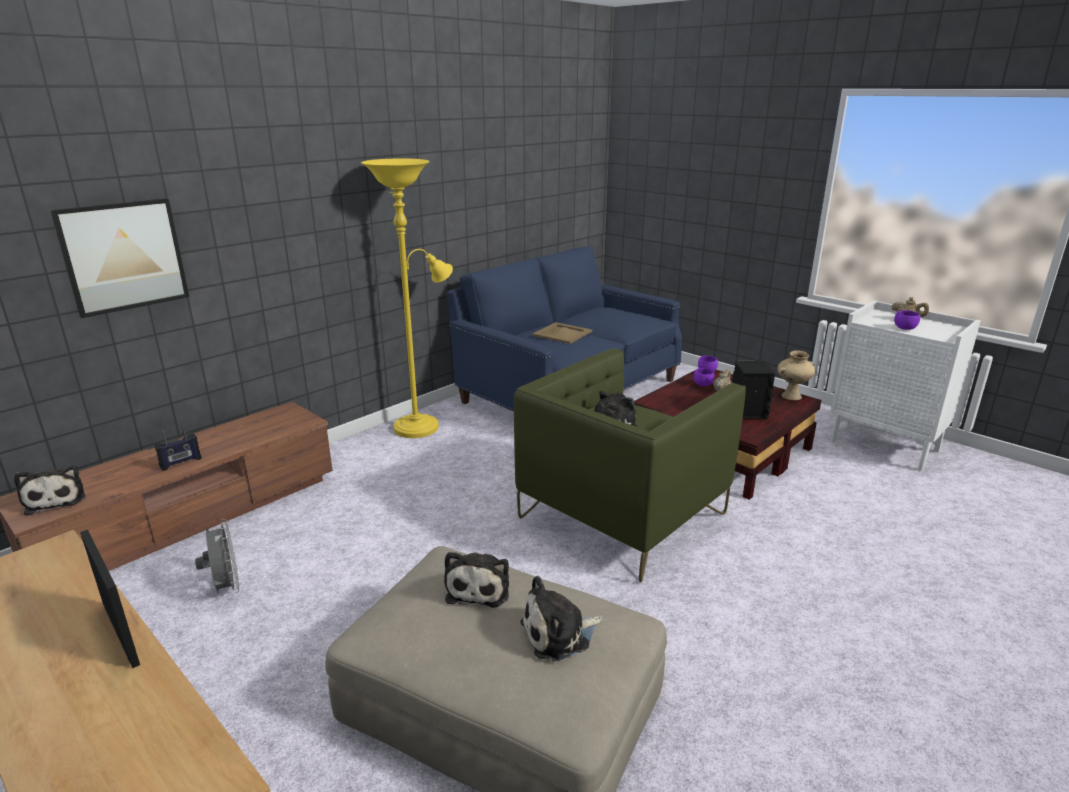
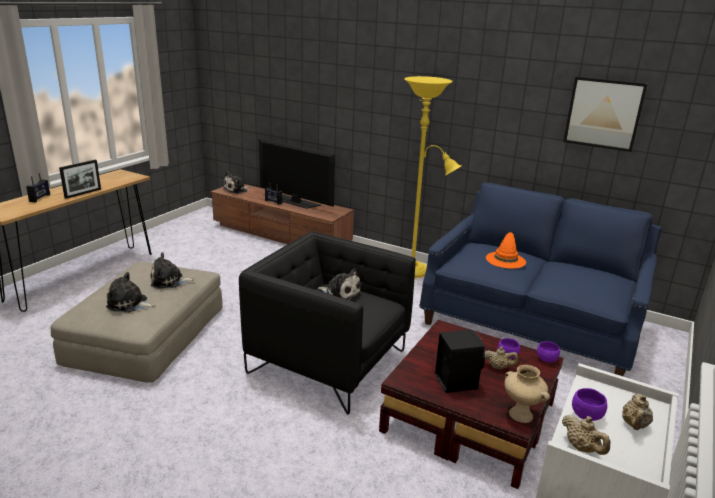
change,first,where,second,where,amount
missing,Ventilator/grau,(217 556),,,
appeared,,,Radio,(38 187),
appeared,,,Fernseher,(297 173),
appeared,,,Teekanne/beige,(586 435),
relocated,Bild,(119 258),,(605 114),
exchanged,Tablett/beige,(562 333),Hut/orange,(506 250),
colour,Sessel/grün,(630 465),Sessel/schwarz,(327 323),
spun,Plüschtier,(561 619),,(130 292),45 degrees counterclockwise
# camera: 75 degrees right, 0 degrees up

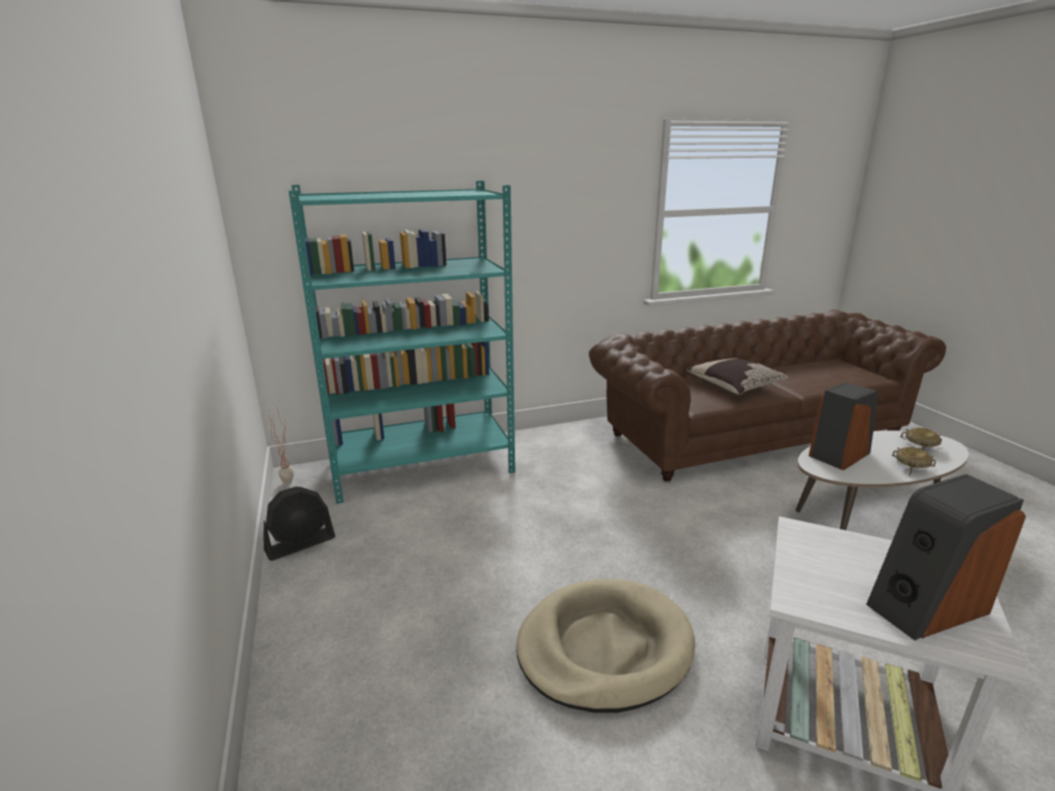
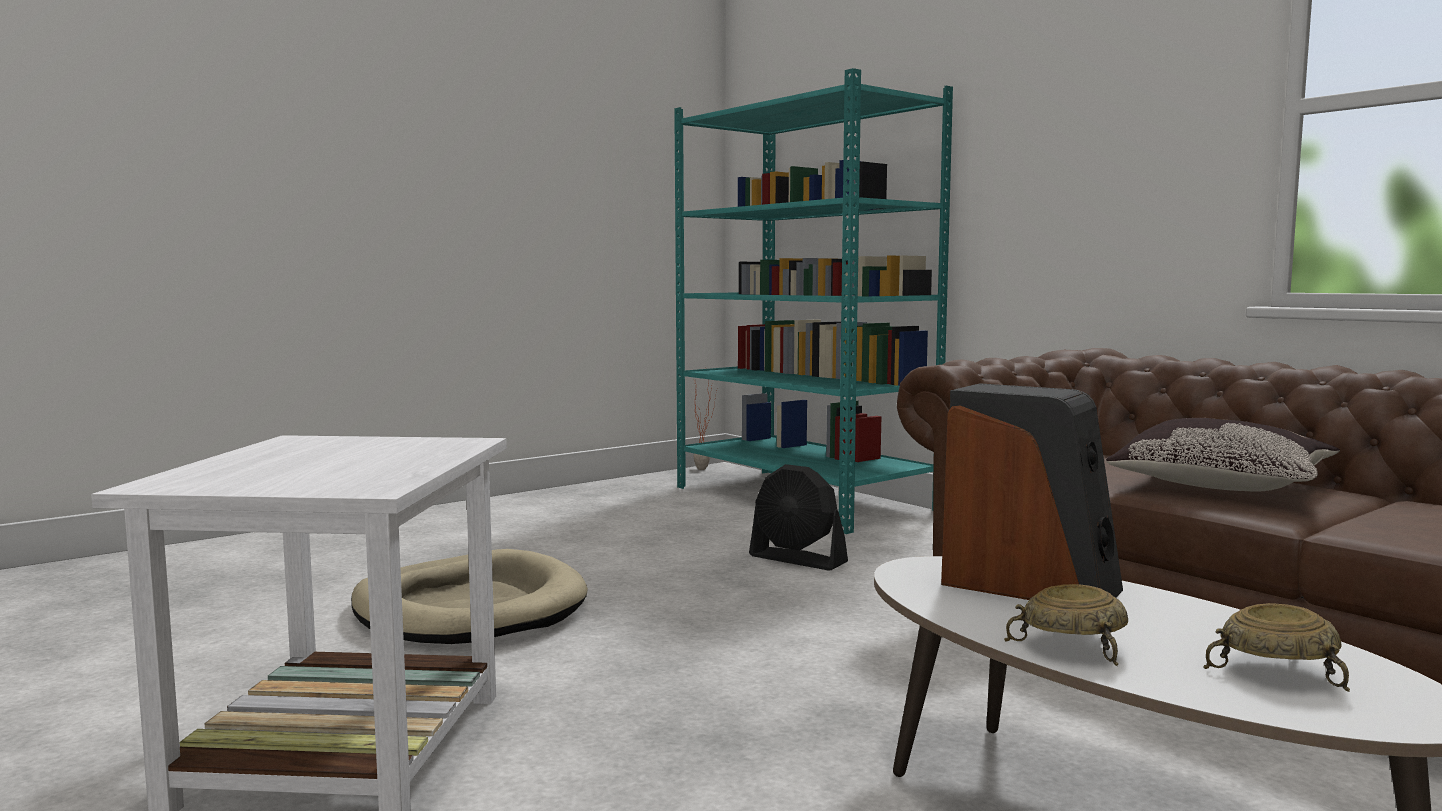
change,first,where,second,where,amount
missing,Lautsprecher,(946 557),,,
relocated,Ventilator/schwarz,(299 524),,(798 517),
# camera: 70 degrees right, 15 degrees down

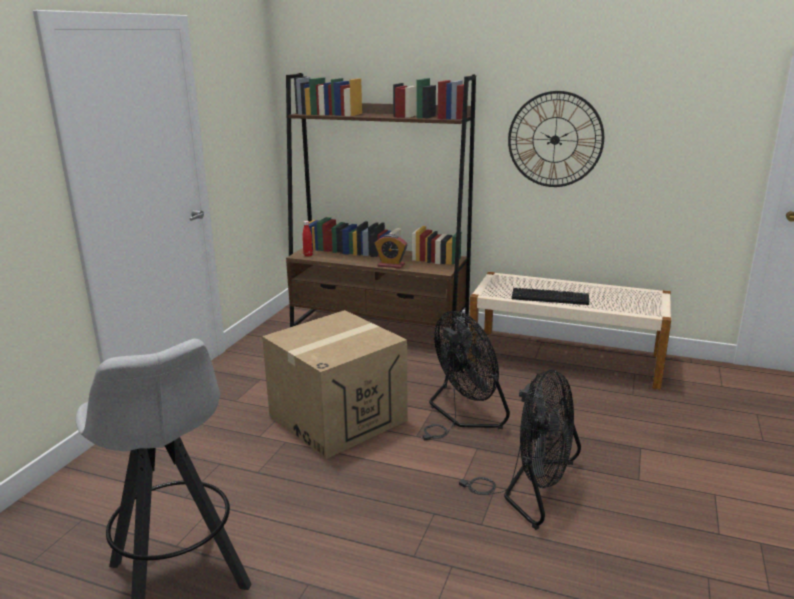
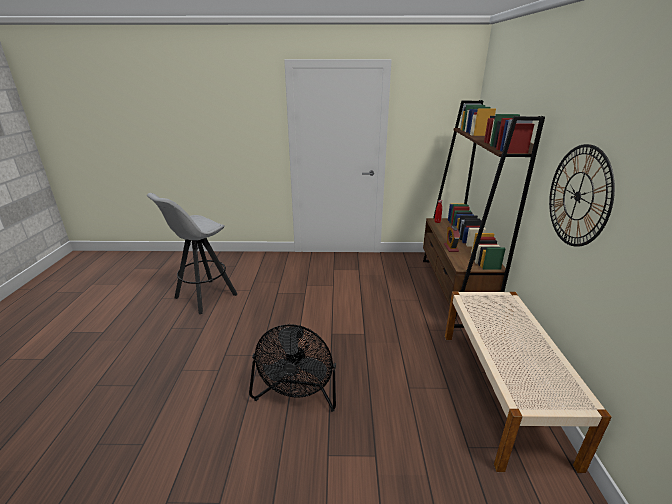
change,first,where,second,where,amount
missing,Karton,(335 384),,,
missing,Ventilator/schwarz,(466 376),,,
missing,Tastatur,(550 296),,,
# camera: 70 degrees right, 5 degrees up

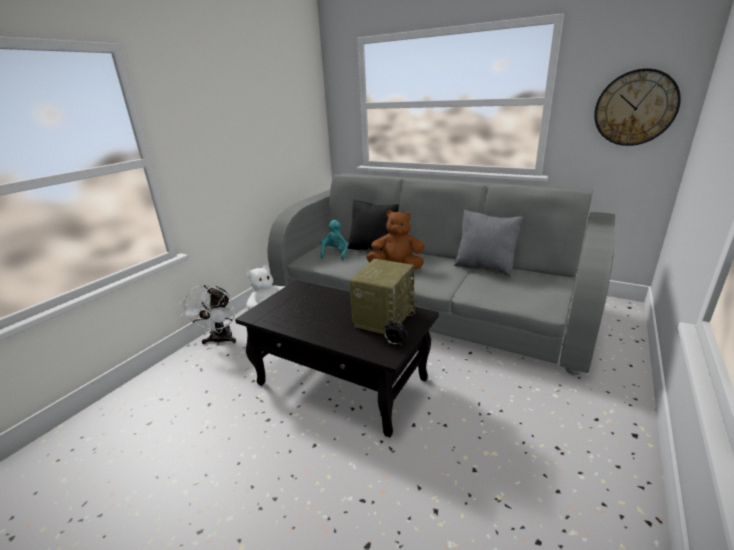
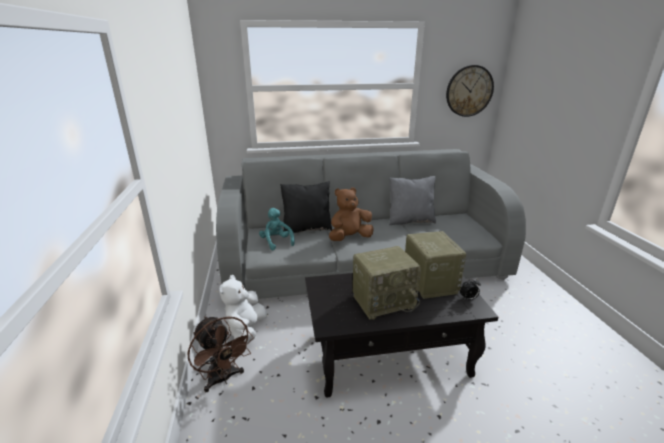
change,first,where,second,where,amount
appeared,,,Radio,(387 283),
colour,Ventilator/weiß,(208 315),Ventilator/braun,(220 354),
# camera: 40 degrees left, 0 degrees up

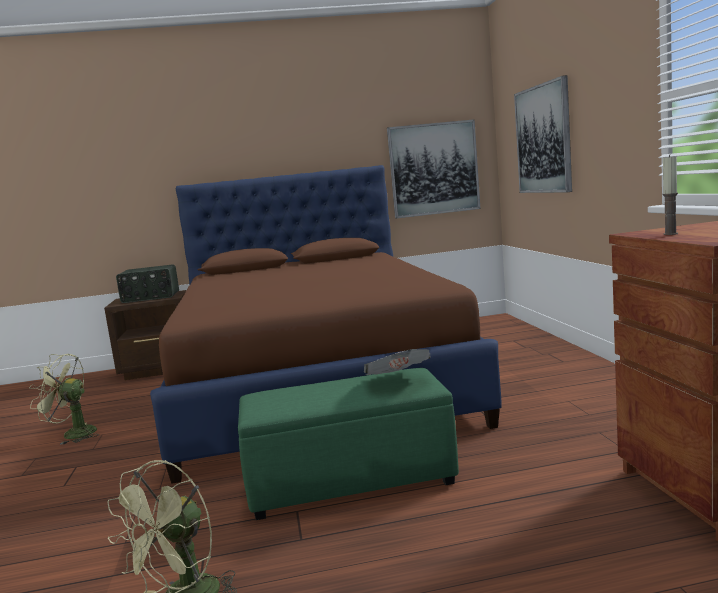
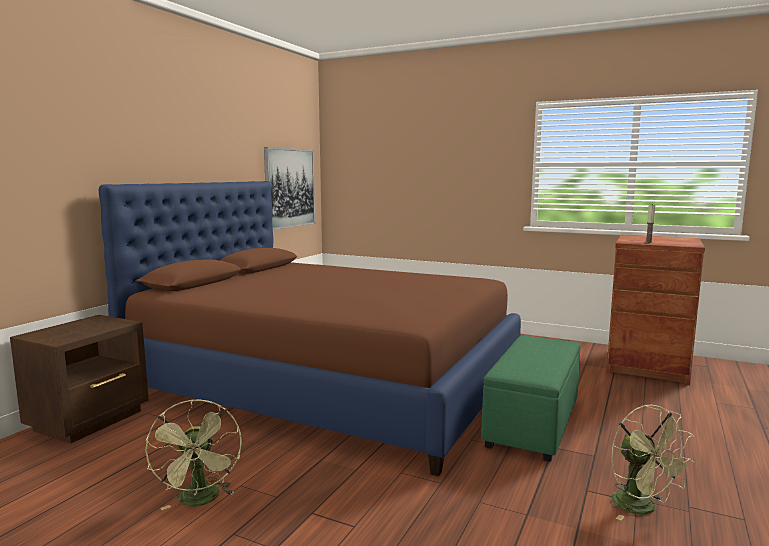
change,first,where,second,where,amount
missing,Radio,(147 284),,,
missing,Zeitung,(397 362),,,
missing,Bild,(543 134),,,
spun,Ventilator/grün,(64 399),,(193 454),60 degrees counterclockwise
# camera: 55 degrees left, 0 degrees up

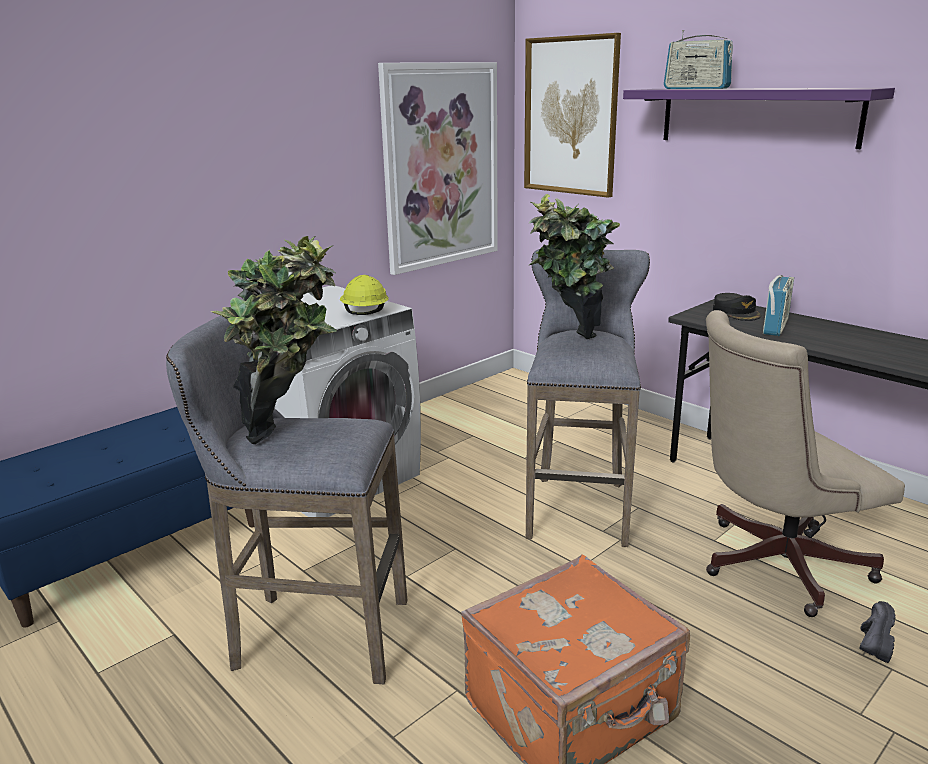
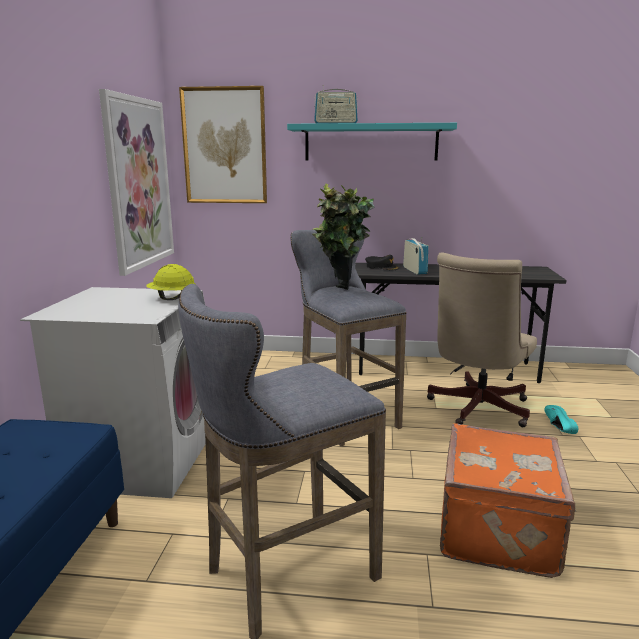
change,first,where,second,where,amount
missing,Topfpflanze,(273 340),,,
colour,Wandregal/lila,(759 118),Wandregal/türkis,(372 142),
colour,Schuh/schwarz,(877 632),Schuh/türkis,(561 419),
# camera: 40 degrees left, 5 degrees down

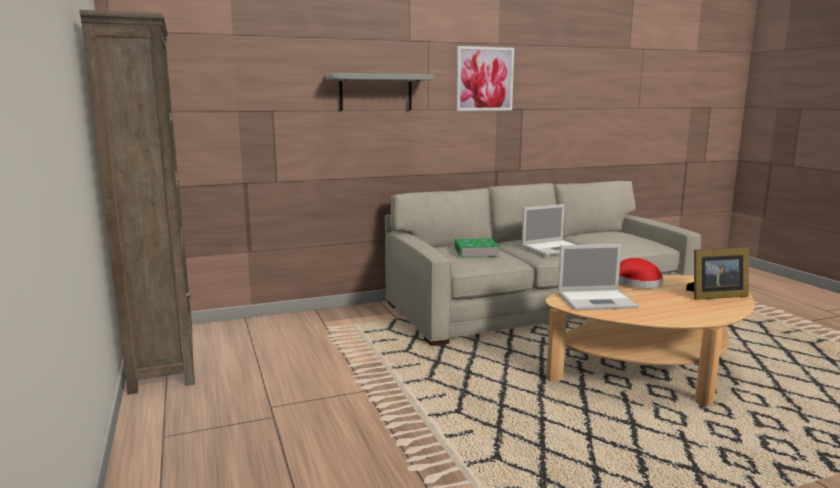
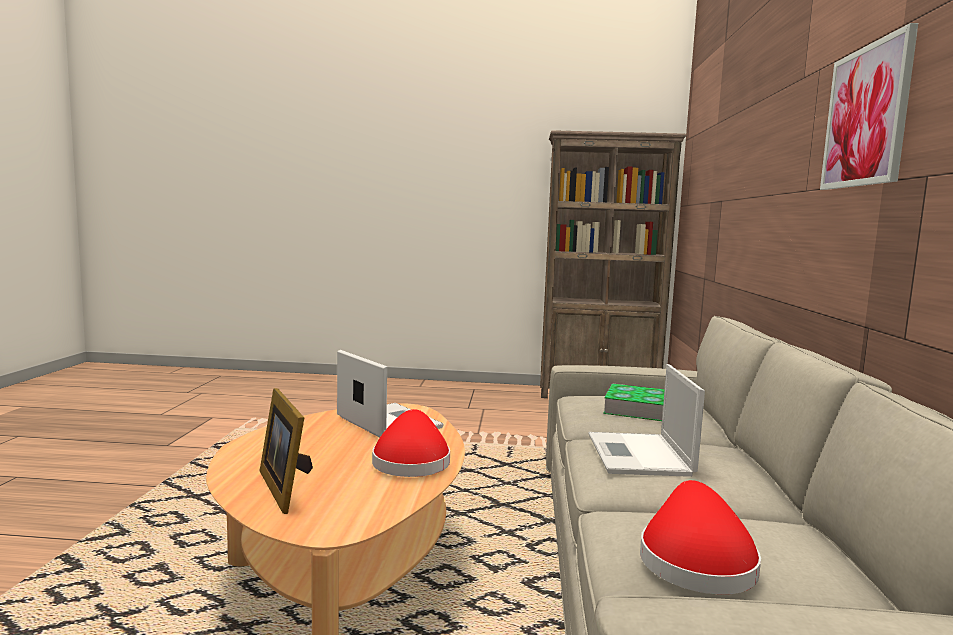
change,first,where,second,where,amount
missing,Wandregal/grau,(380 91),,,
appeared,,,Hut/rot,(700 537),
spun,Laptop,(598 277),,(390 394),120 degrees clockwise
spun,Bilderrahmen,(717 273),,(286 451),45 degrees counterclockwise
# camera: 115 degrees right, 5 degrees down

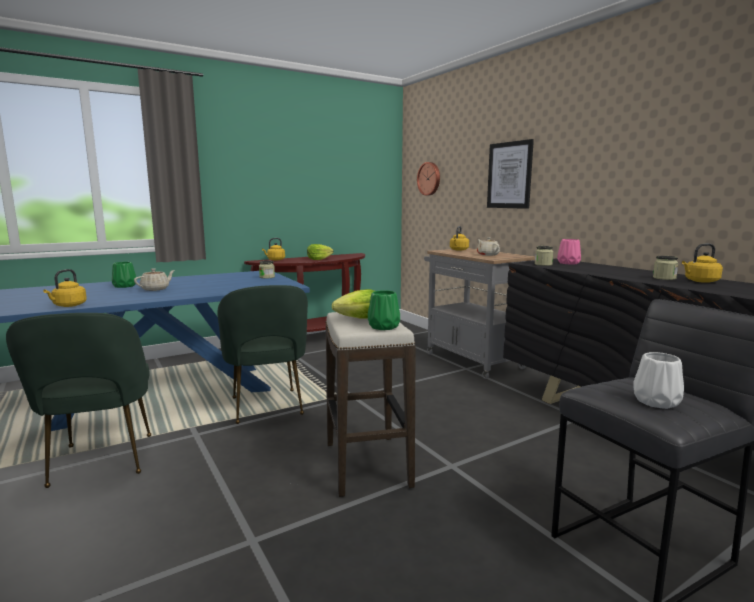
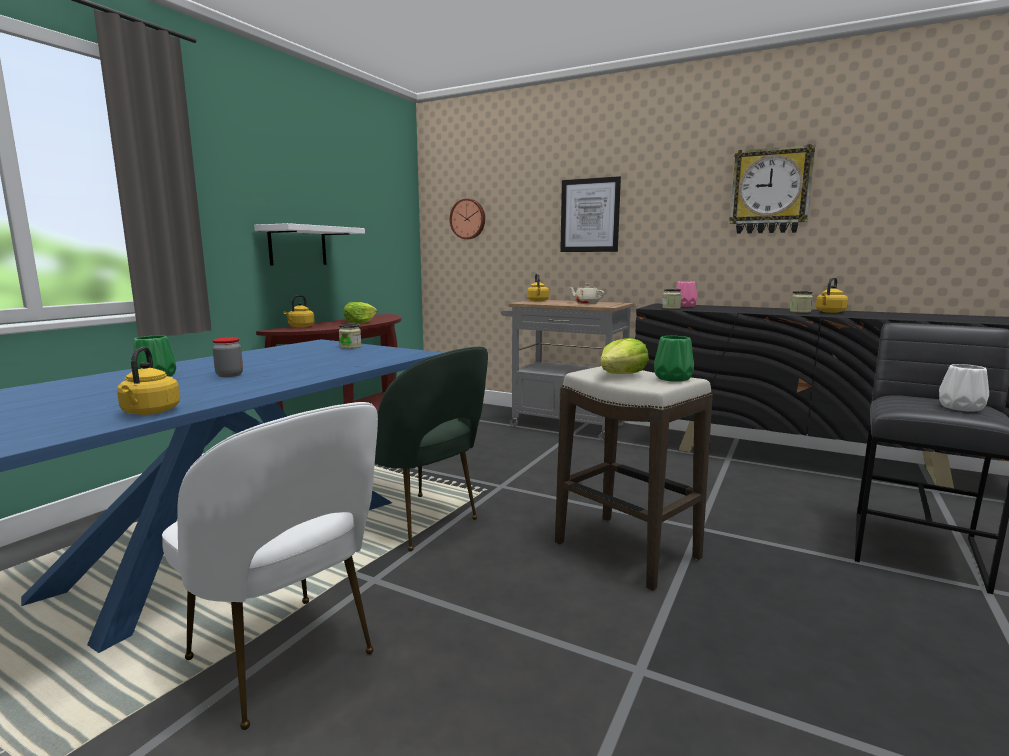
change,first,where,second,where,amount
appeared,,,Wandregal/weiß,(309 244),
appeared,,,Wanduhr,(772 189),
exchanged,Teekanne/beige,(154 279),Vorratsglas,(227 357),
colour,Stuhl/grün,(78 400),Stuhl/weiß,(270 566),
# camera: 30 degrees left, 0 degrees up

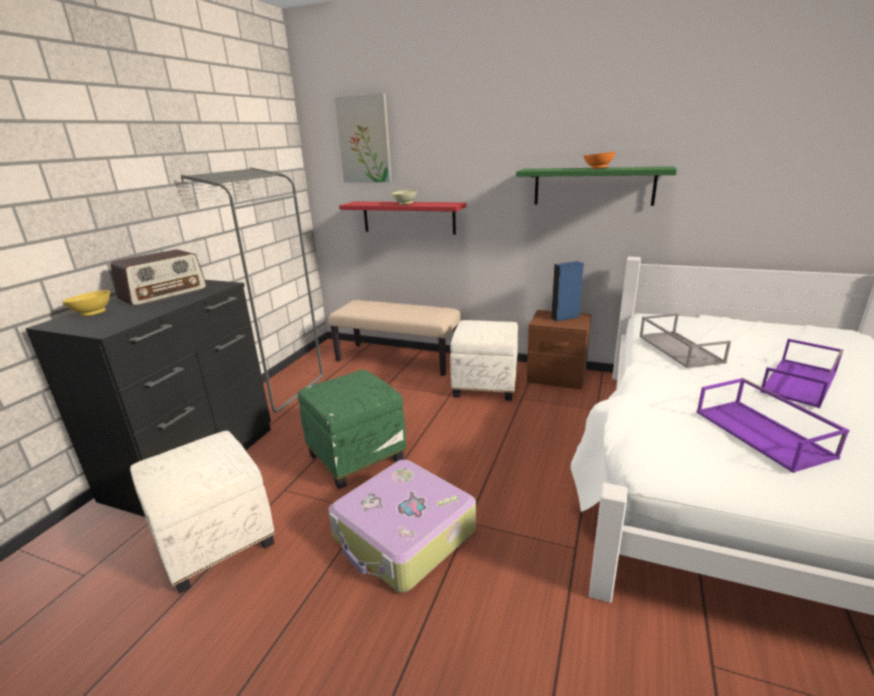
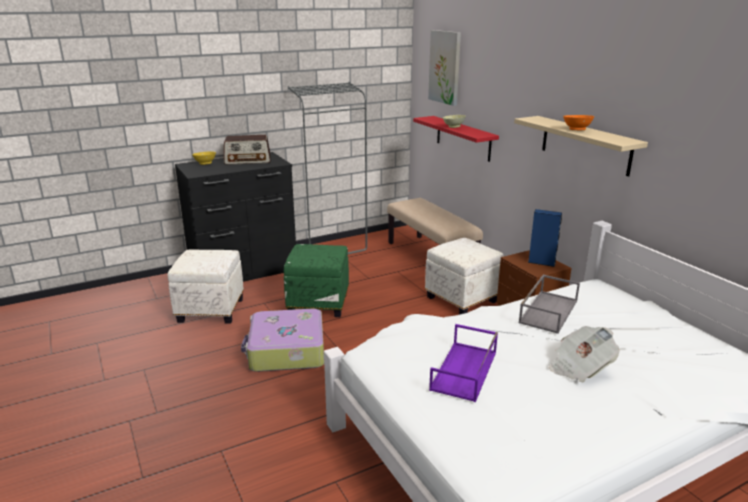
change,first,where,second,where,amount
exchanged,Tablett/lila,(801 373),Zeitung,(584 354),
colour,Wandregal/grün,(596 186),Wandregal/beige,(581 146),
# camera: 40 degrees right, 0 degrees up

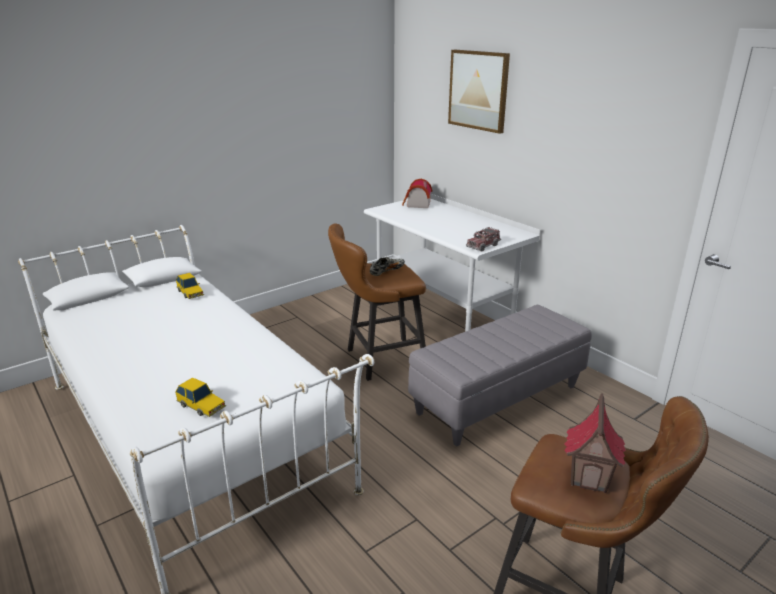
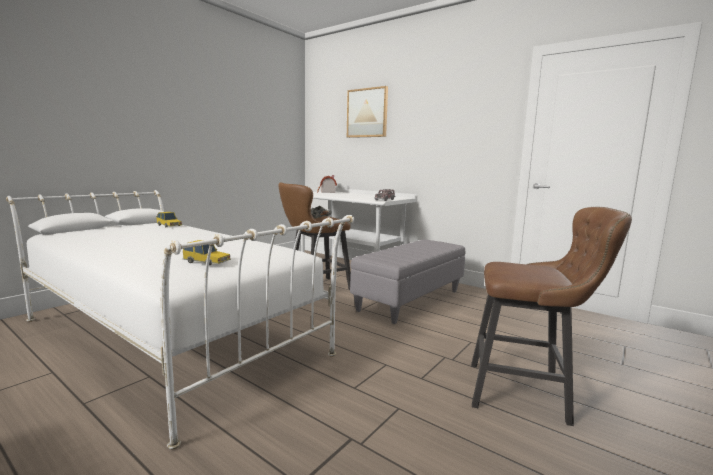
change,first,where,second,where,amount
missing,Spielzeughaus,(595 443),,,
# camera: 15 degrees left, 15 degrees down

